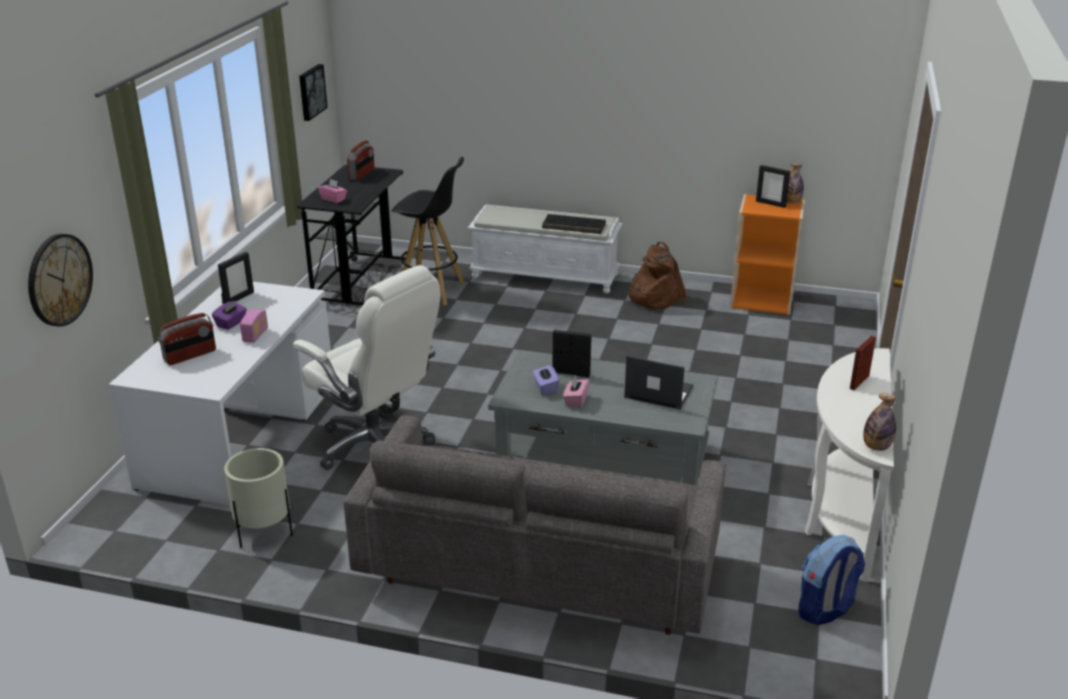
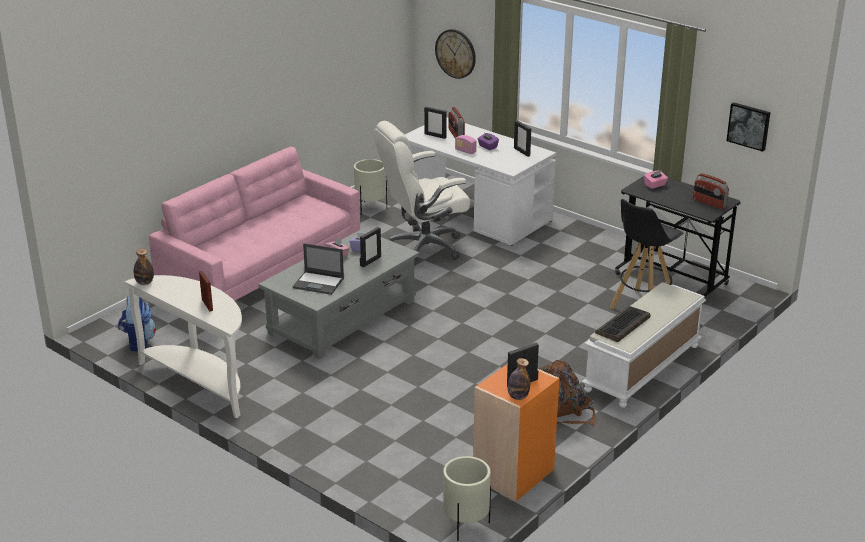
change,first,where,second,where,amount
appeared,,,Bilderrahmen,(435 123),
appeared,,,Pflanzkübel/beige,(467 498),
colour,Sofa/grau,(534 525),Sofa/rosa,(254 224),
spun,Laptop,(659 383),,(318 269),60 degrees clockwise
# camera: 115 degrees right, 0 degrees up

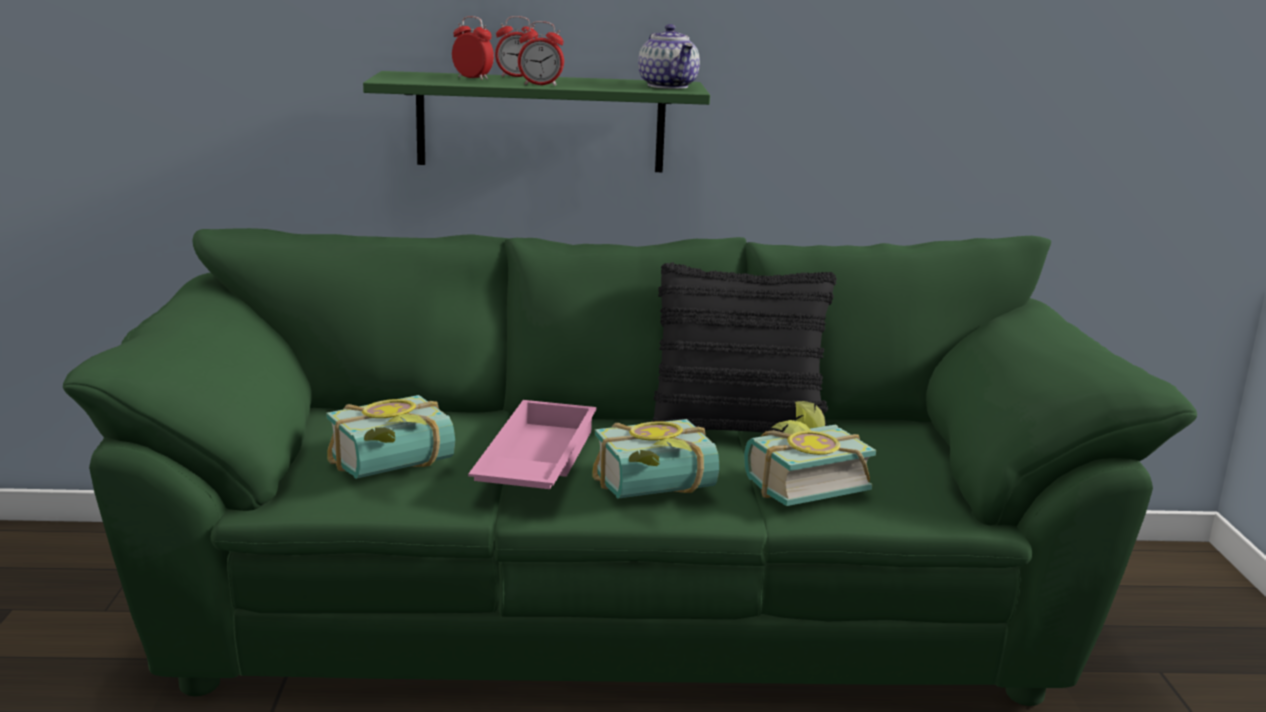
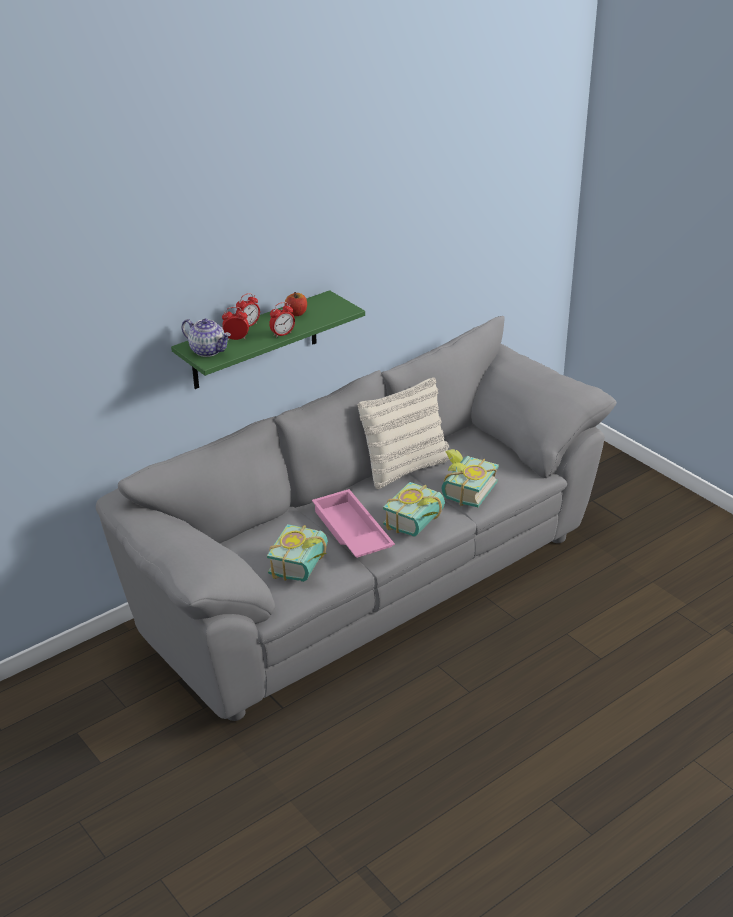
change,first,where,second,where,amount
appeared,,,Apfel,(295 304),
relocated,Teekanne,(669 56),,(206 338),
colour,Sofa/grün,(630 467),Sofa/grau,(356 518),
colour,Kissen/schwarz,(744 347),Kissen/beige,(403 433),
# camera: 35 degrees left, 15 degrees up

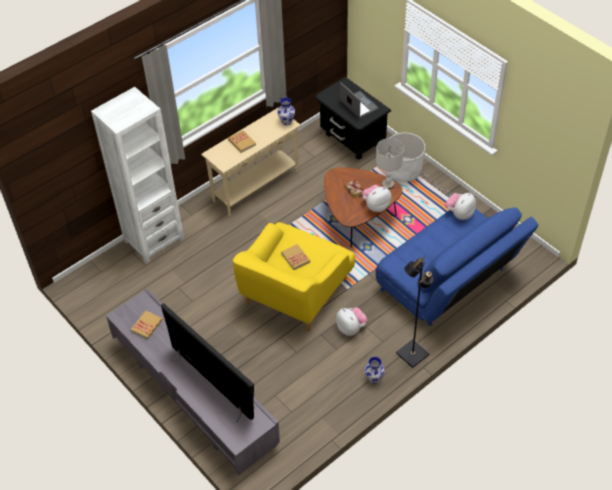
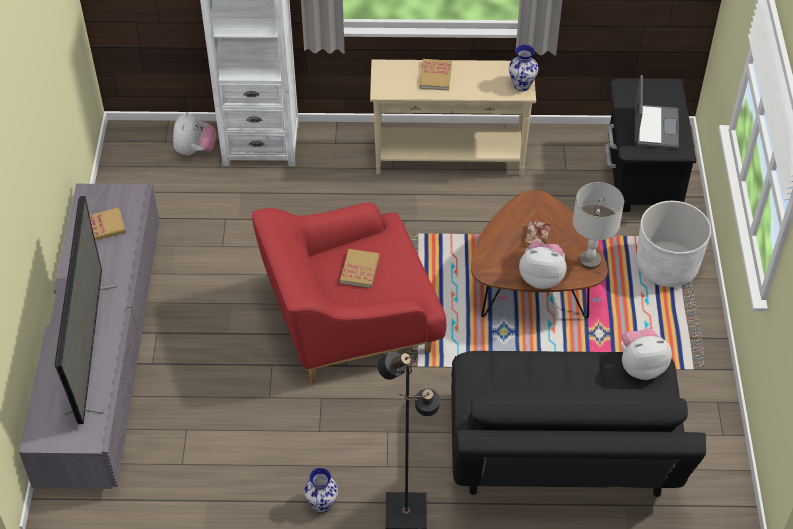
change,first,where,second,where,amount
relocated,Plüschtier,(352 321),,(195 134),
colour,Sessel/gelb,(294 277),Sessel/rot,(349 292),
colour,Sofa/blau,(457 266),Sofa/schwarz,(578 424),
# camera: 40 degrees right, 0 degrees up

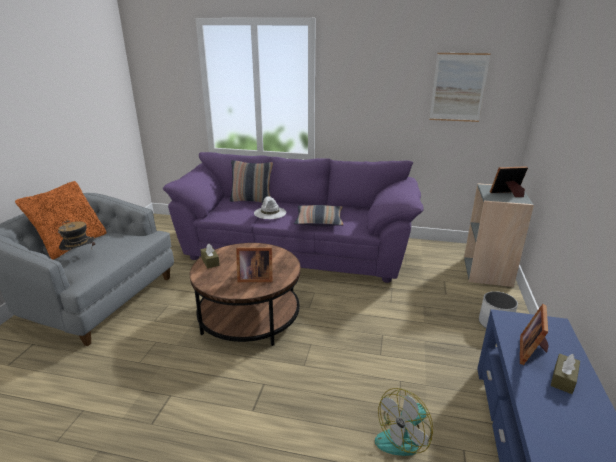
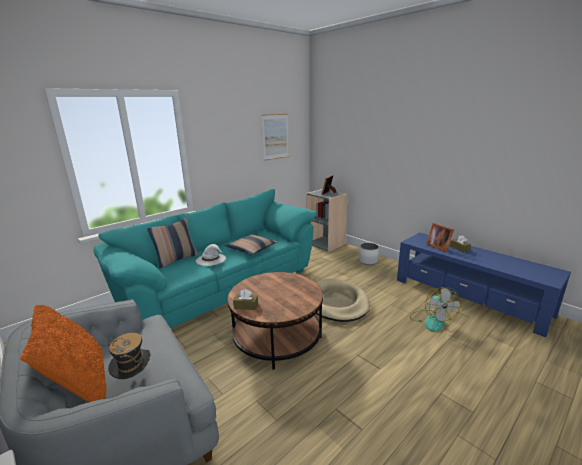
change,first,where,second,where,amount
missing,Bilderrahmen,(254 264),,,
appeared,,,Hundebett/beige,(343 300),
colour,Sofa/lila,(293 217),Sofa/türkis,(205 258),
# camera: 55 degrees left, 5 degrees down

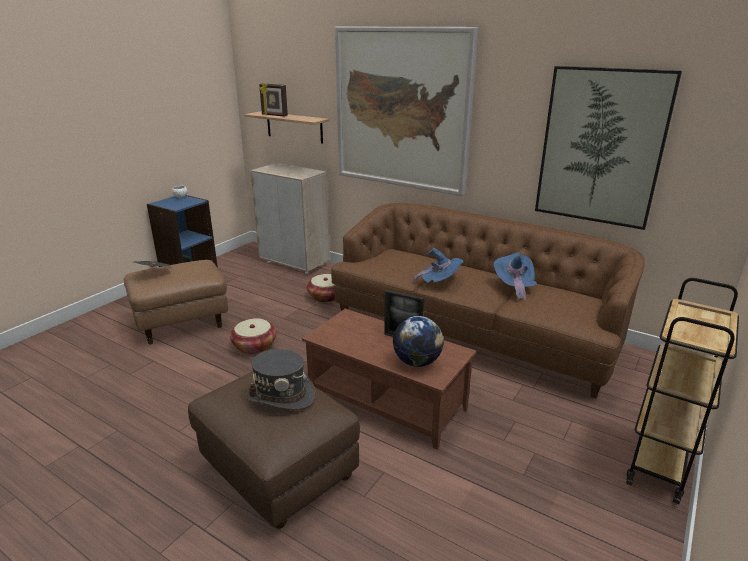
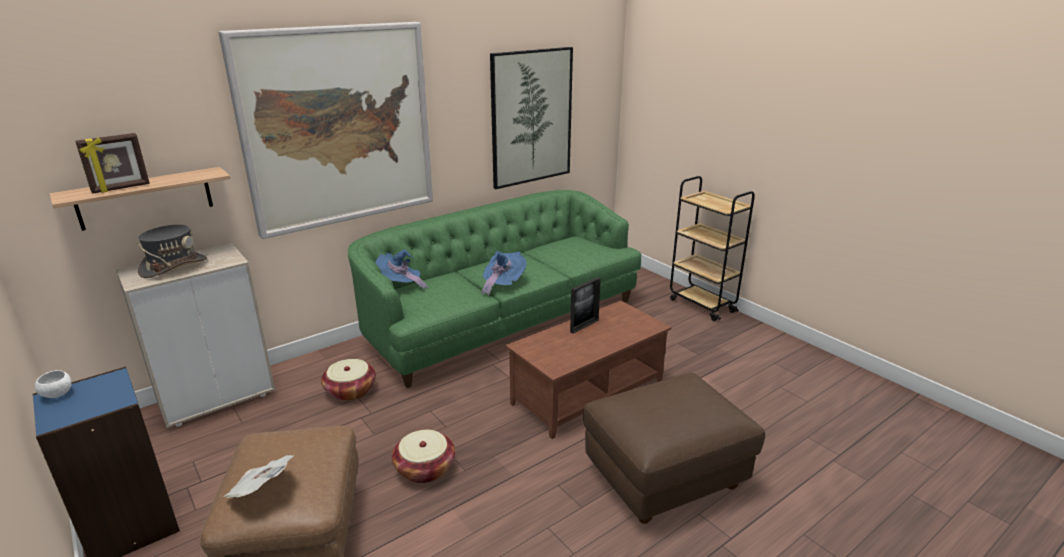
change,first,where,second,where,amount
missing,Globus,(418 341),,,
relocated,Hut/grau,(281 379),,(171 251),
relocated,Hut/blau,(515 276),,(401 270),
colour,Sofa/braun,(488 301),Sofa/grün,(495 289),
# camera: 70 degrees left, 0 degrees up

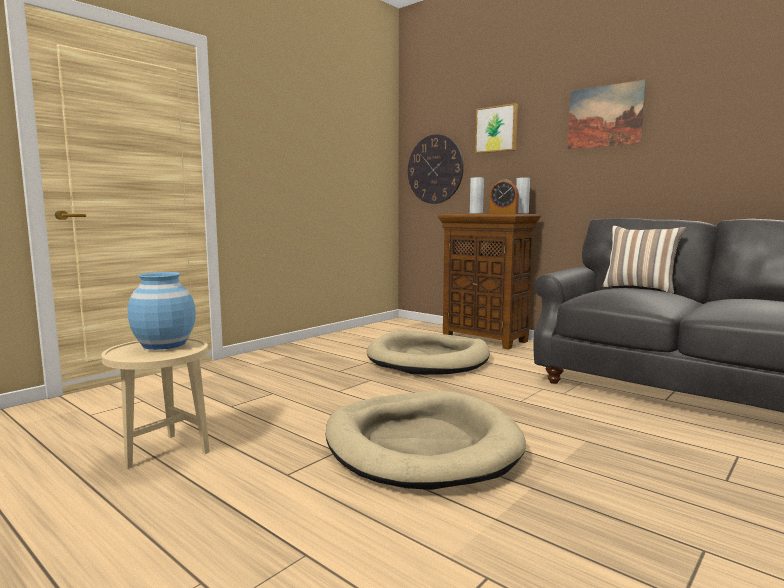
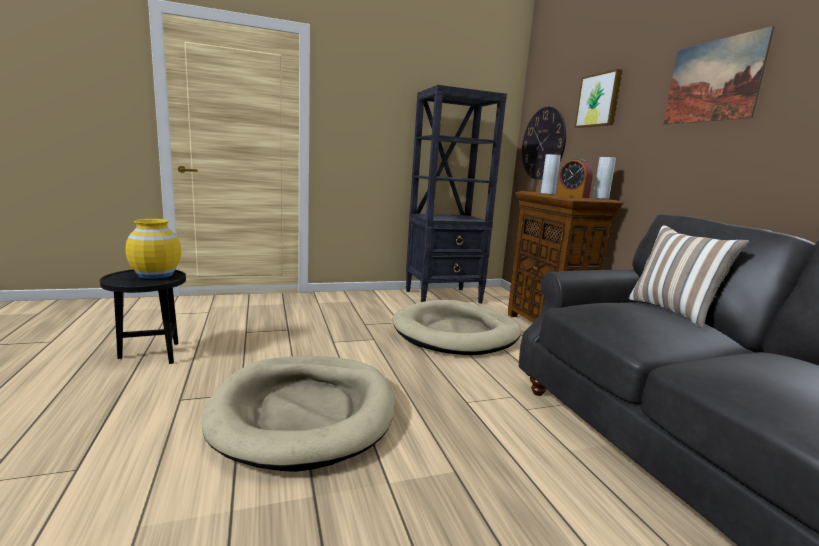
change,first,where,second,where,amount
appeared,,,Bücherregal/schwarz,(456 194),
colour,Beistelltisch/beige,(155 403),Beistelltisch/schwarz,(143 316),
colour,Vase/blau,(162 311),Vase/gelb,(153 249),
# camera: 30 degrees right, 5 degrees up

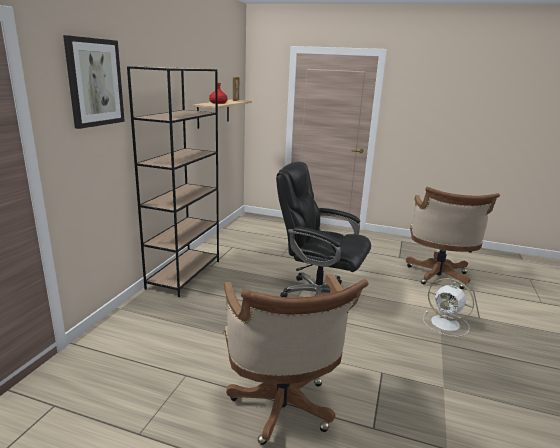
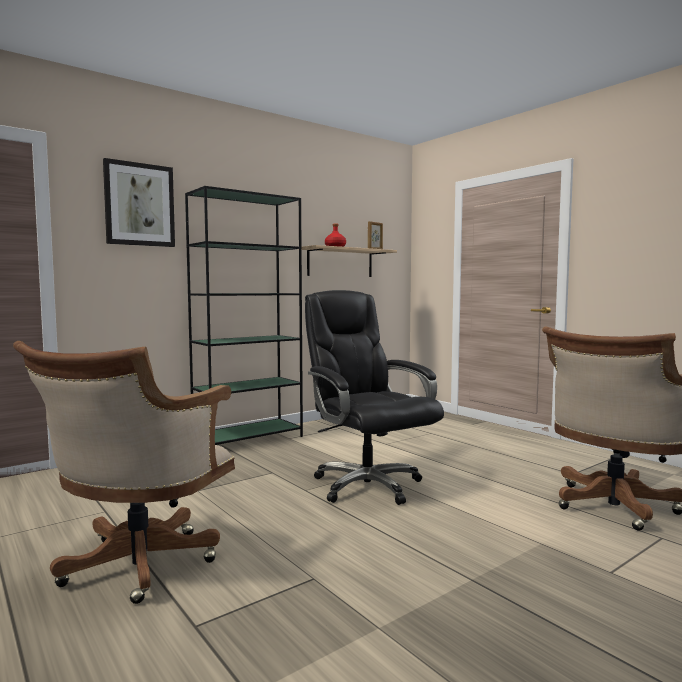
change,first,where,second,where,amount
missing,Ventilator/weiß,(448 307),,,
colour,Bücherregal/beige,(173 181),Bücherregal/grün,(244 315),
# camera: 35 degrees right, 15 degrees down

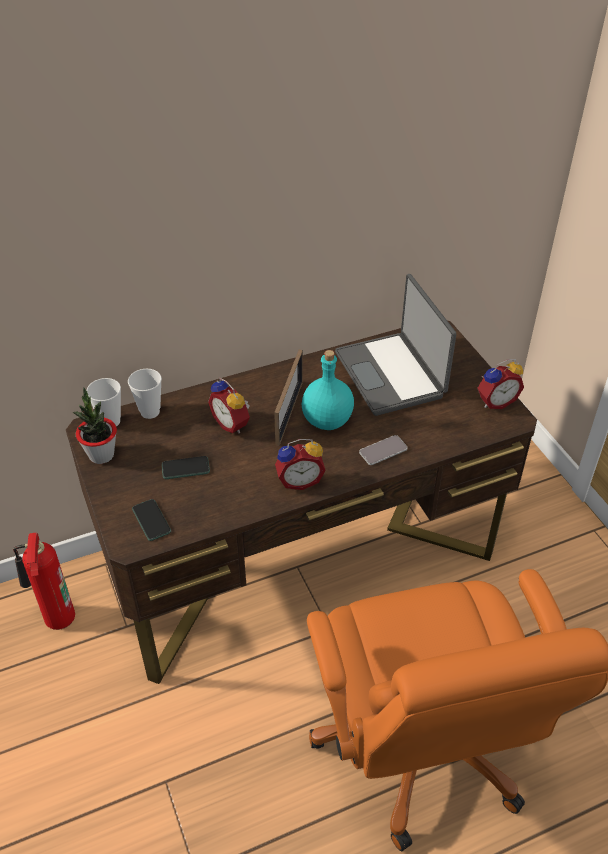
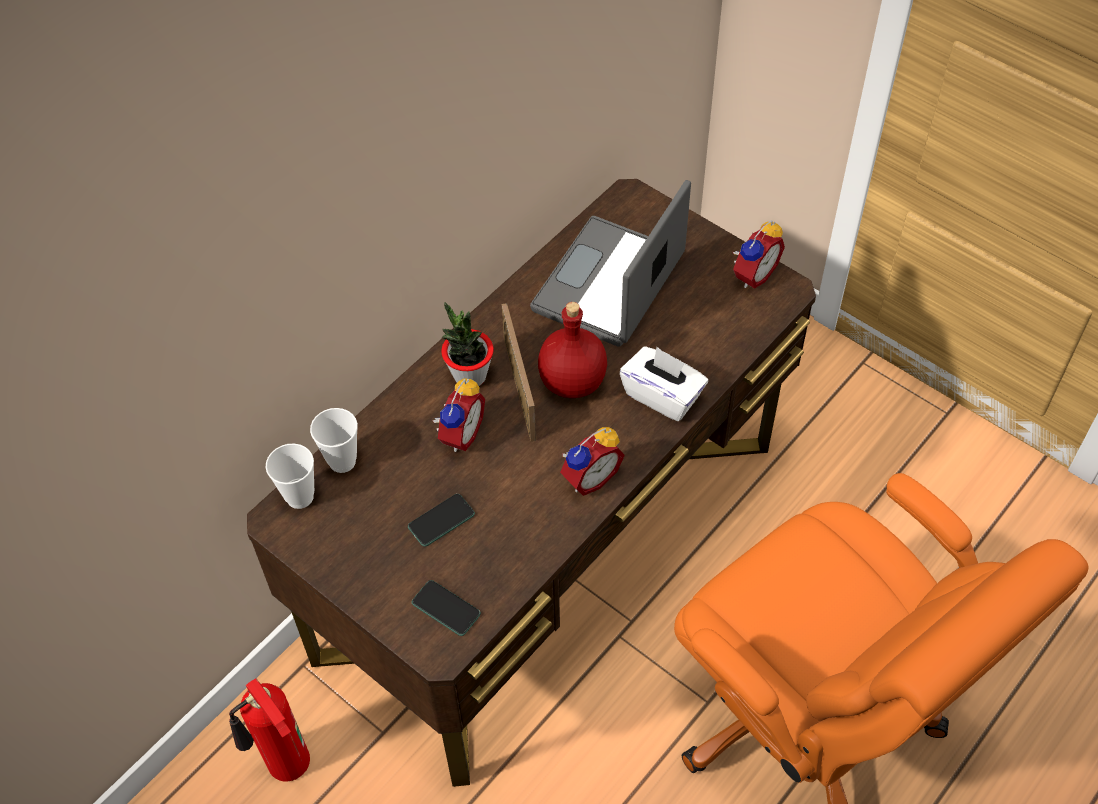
change,first,where,second,where,amount
relocated,Topfpflanze,(95 425),,(467 344),
exchanged,Handy,(383 450),Taschentuchbox/weiß,(664 383),
colour,Flasche/türkis,(328 390),Flasche/rot,(572 350),
spun,Wecker,(229 405),,(458 415),90 degrees counterclockwise
spun,Laptop,(395 345),,(610 263),75 degrees clockwise
# camera: 25 degrees left, 10 degrees up

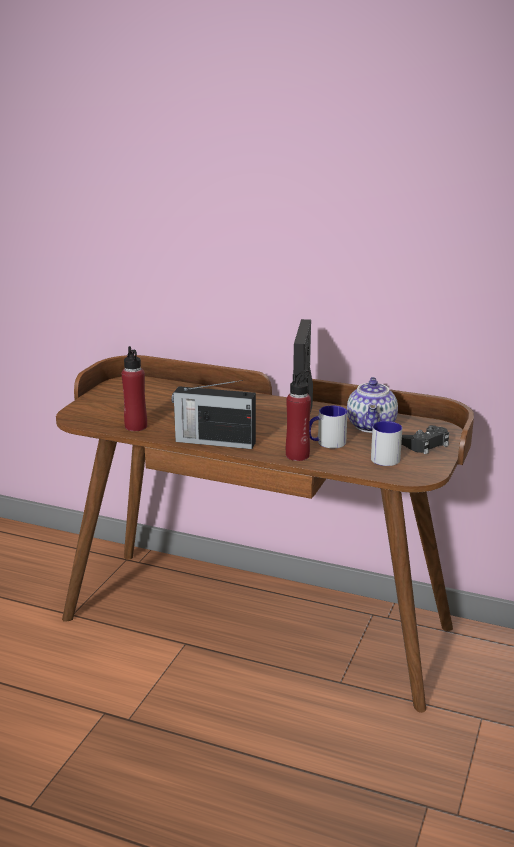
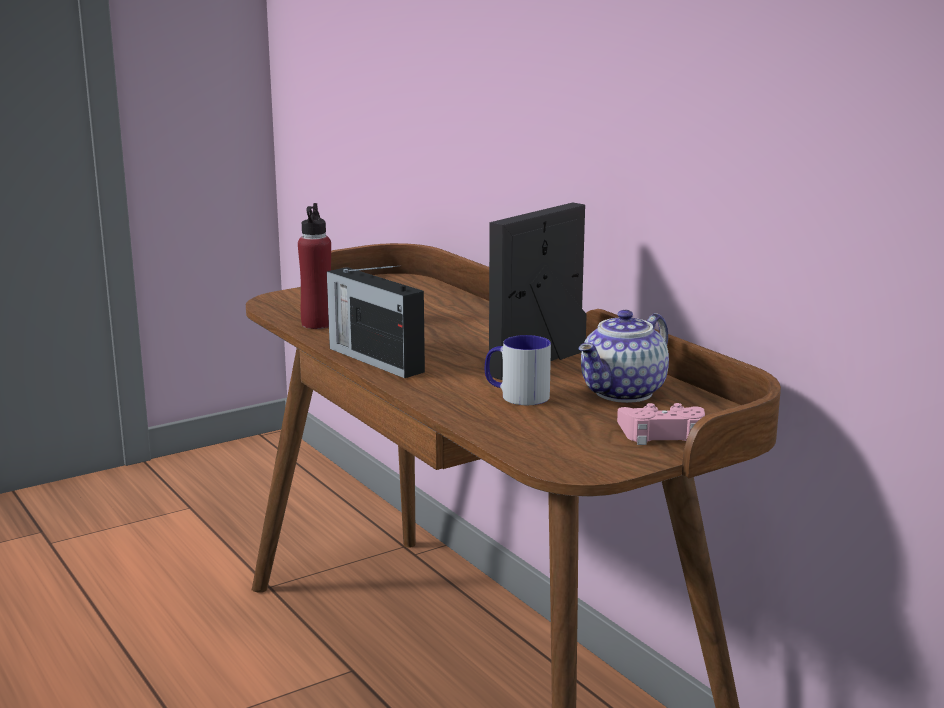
change,first,where,second,where,amount
missing,Flasche/rot,(298 415),,,
missing,Henkelbecher,(386 443),,,
colour,Gamepad/schwarz,(425 439),Gamepad/rosa,(661 424),
# camera: 35 degrees right, 5 degrees down

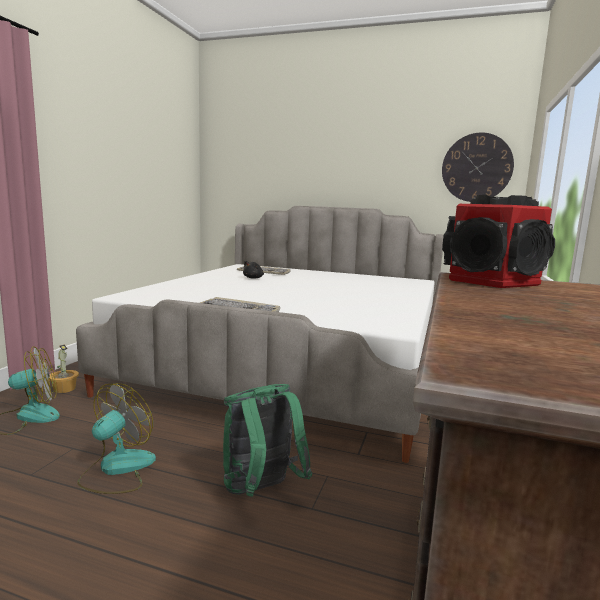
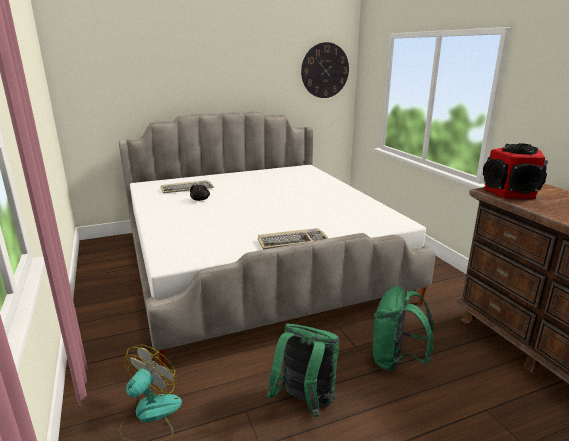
change,first,where,second,where,amount
missing,Topfpflanze,(64 368),,,
exchanged,Ventilator,(116 438),Rucksack/grün,(303 370),
# camera: 40 degrees left, 10 degrees up

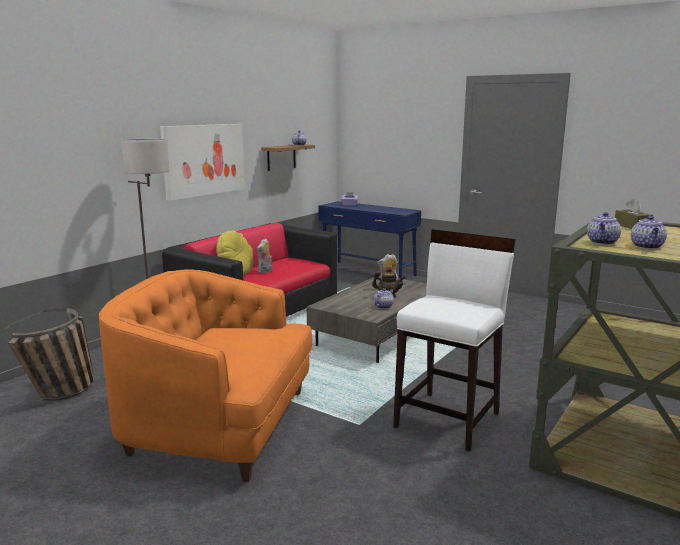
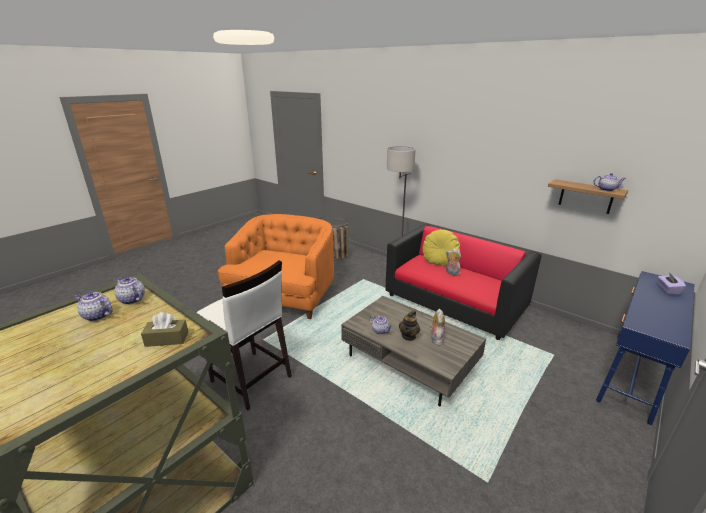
change,first,where,second,where,amount
missing,Bild,(202 162),,,
# camera: 95 degrees right, 10 degrees up

